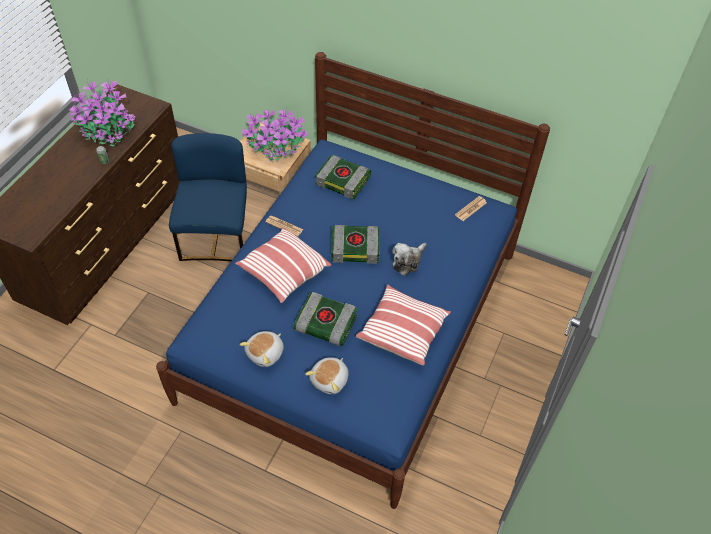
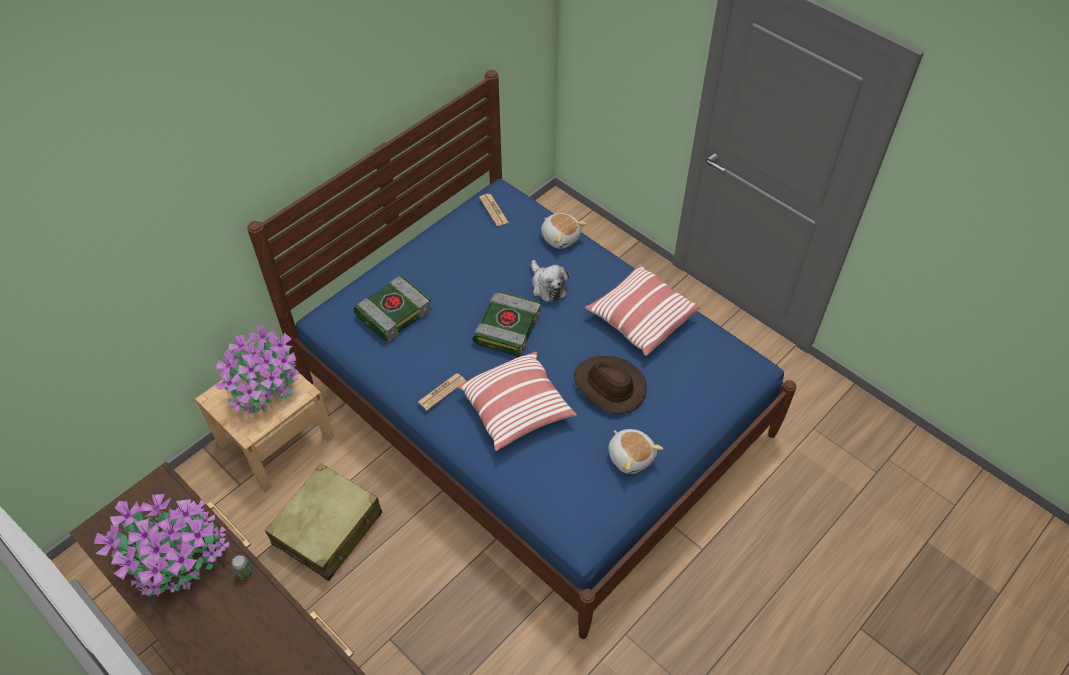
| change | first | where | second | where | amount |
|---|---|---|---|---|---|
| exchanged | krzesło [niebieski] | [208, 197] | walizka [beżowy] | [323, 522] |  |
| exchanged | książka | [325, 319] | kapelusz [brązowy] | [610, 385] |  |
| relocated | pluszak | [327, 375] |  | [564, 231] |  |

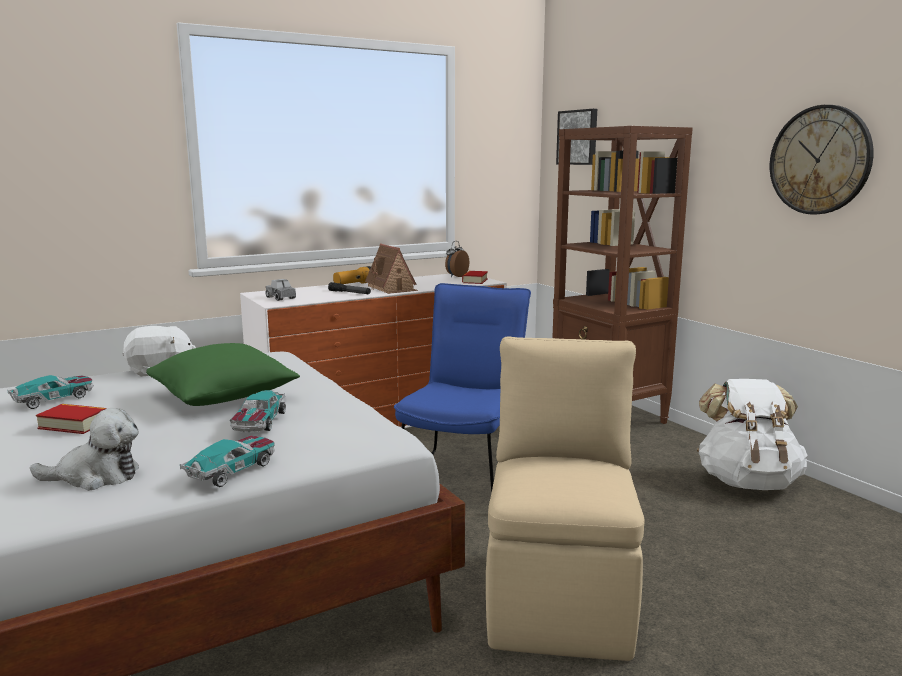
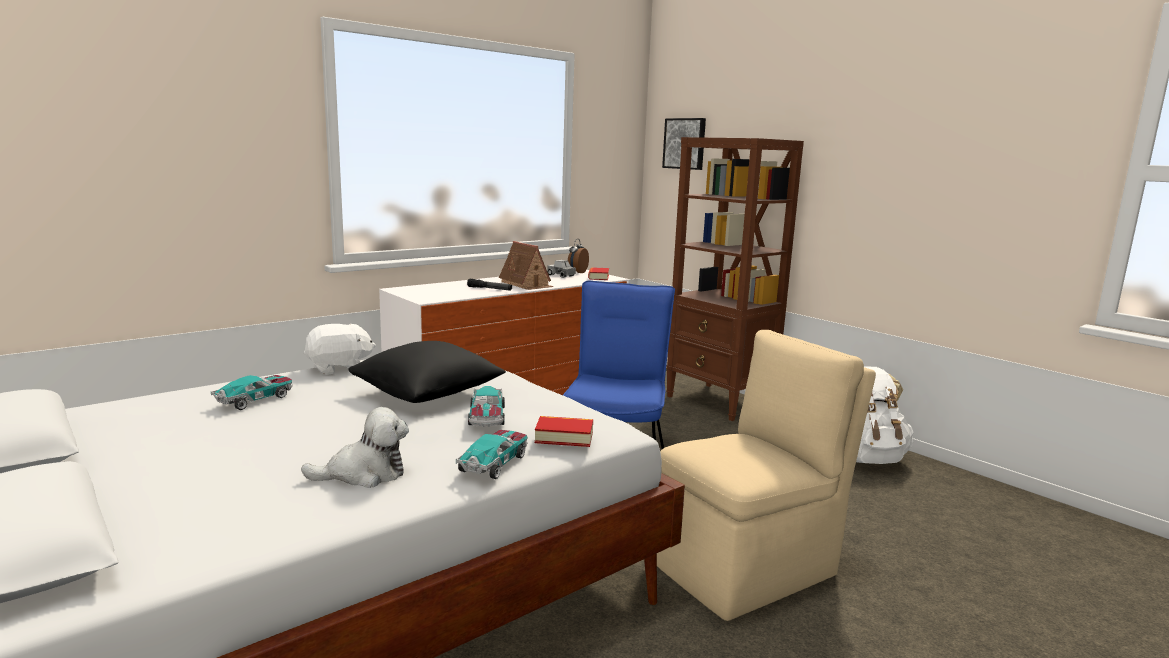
| change | first | where | second | where | amount |
|---|---|---|---|---|---|
| relocated | książka | [71, 419] |  | [564, 431] |  |
| colour | poduszka [zielony] | [223, 374] | poduszka [czarny] | [427, 372] |  |
| relocated | ciężarówka zabawkowa | [280, 290] |  | [561, 269] |  |
| missing | latarka | [352, 275] |  |  |  |
| spun | krzesło [beżowy] | [565, 499] |  | [766, 475] | 60 degrees clockwise |
| missing | zegar ścienny | [822, 159] |  |  |  |

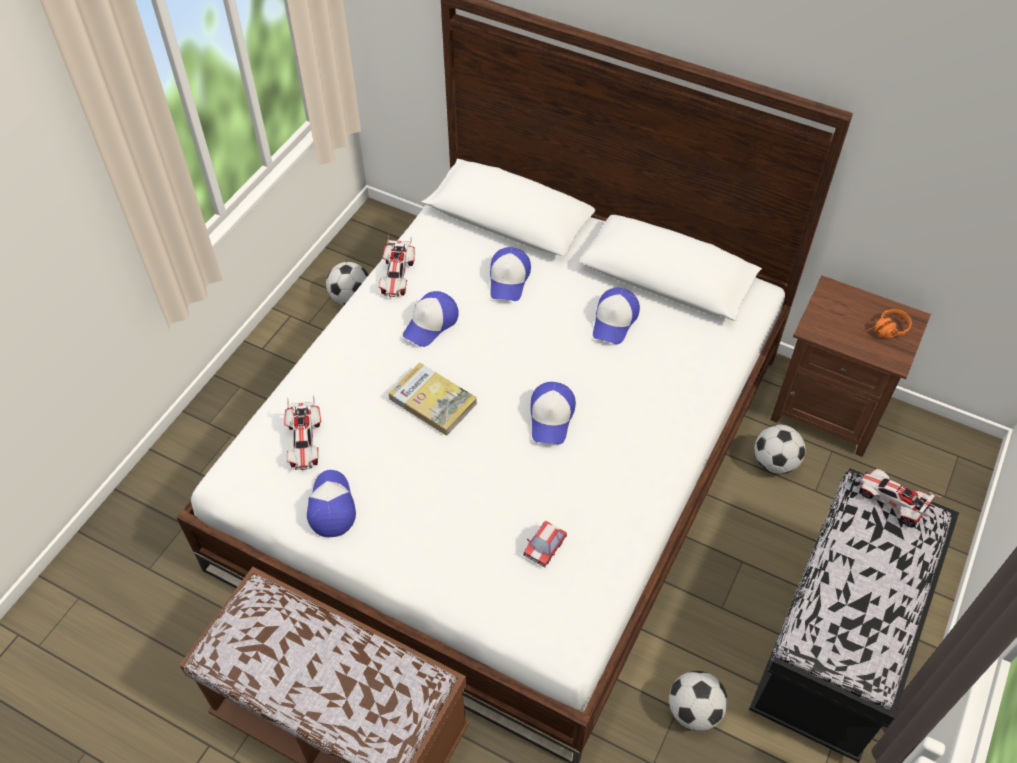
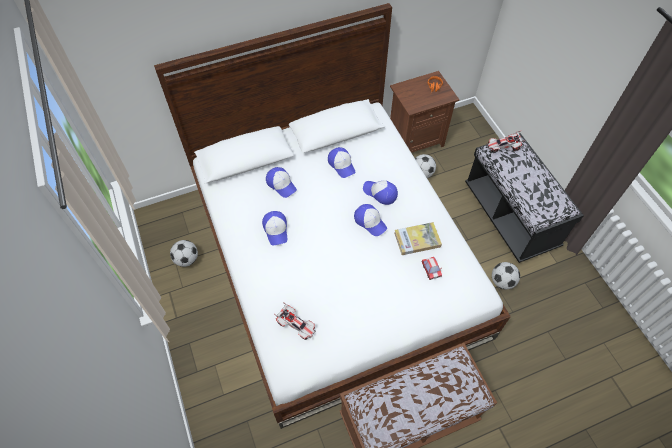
| change | first | where | second | where | amount |
|---|---|---|---|---|---|
| relocated | czapka z daszkiem | [331, 503] |  | [380, 192] |  |
| missing | samochodzik | [397, 266] |  |  |  |
| relocated | książka | [433, 399] |  | [418, 238] |  |

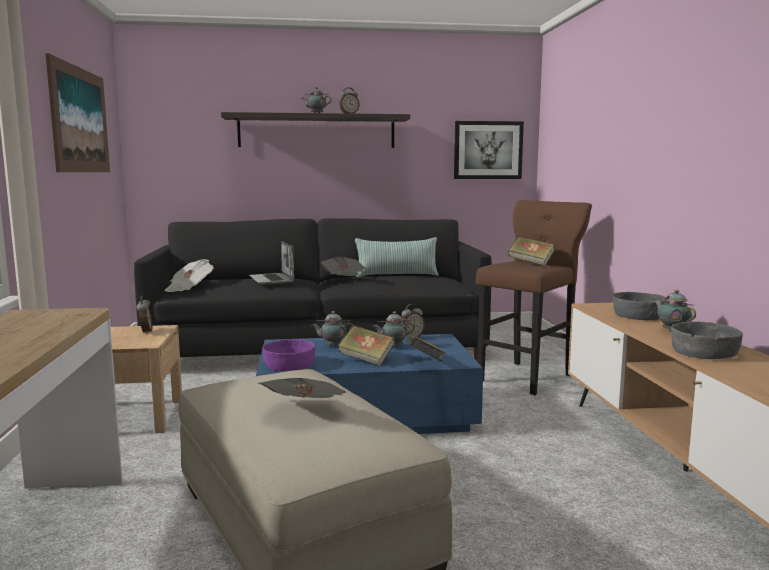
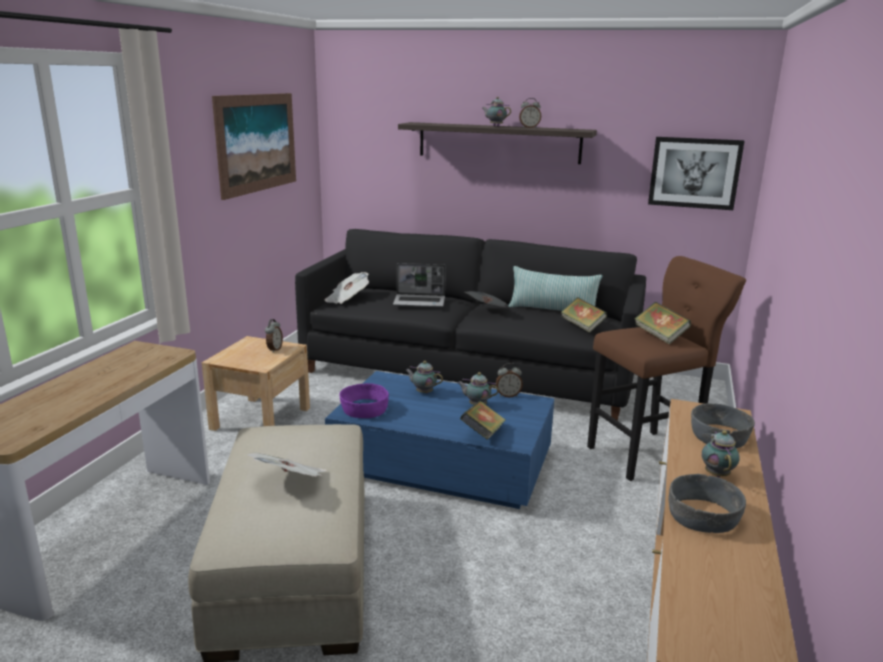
| change | first | where | second | where | amount |
|---|---|---|---|---|---|
| spun | laptop | [271, 263] |  | [419, 285] | 90 degrees counterclockwise |
| relocated | książka | [366, 345] |  | [584, 315] |  |

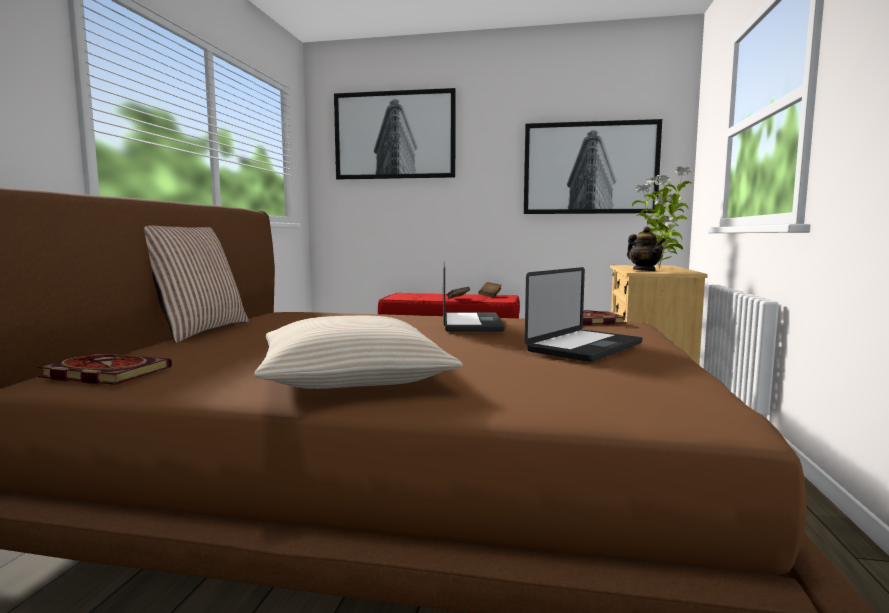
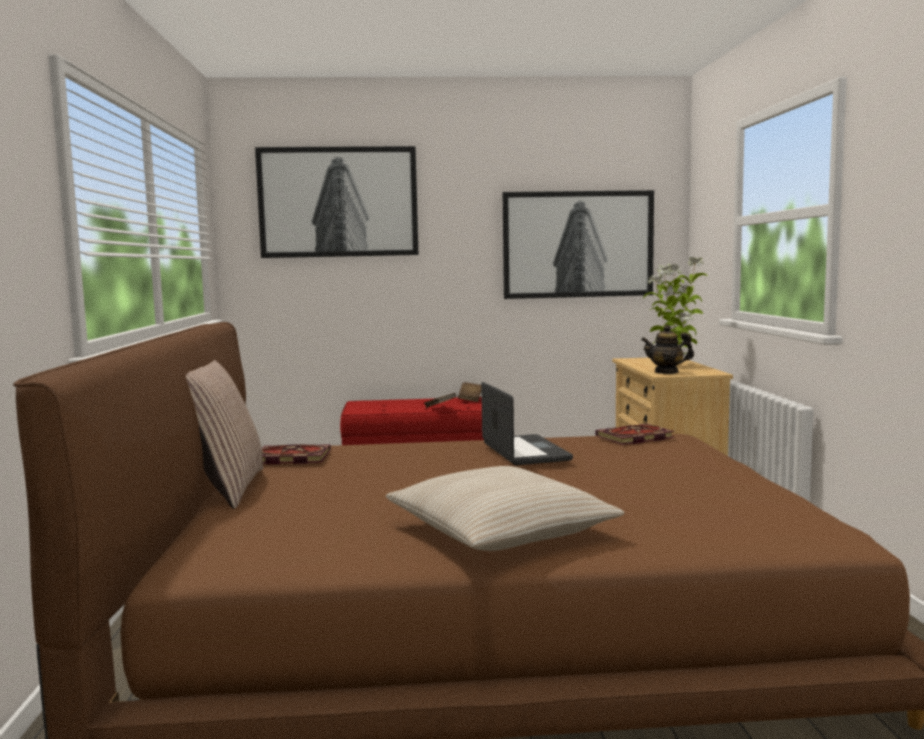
| change | first | where | second | where | amount |
|---|---|---|---|---|---|
| relocated | książka | [104, 369] |  | [296, 454] |  |
| missing | laptop | [583, 314] |  |  |  |
| spun | imbryk | [646, 248] |  | [667, 349] | 135 degrees clockwise |

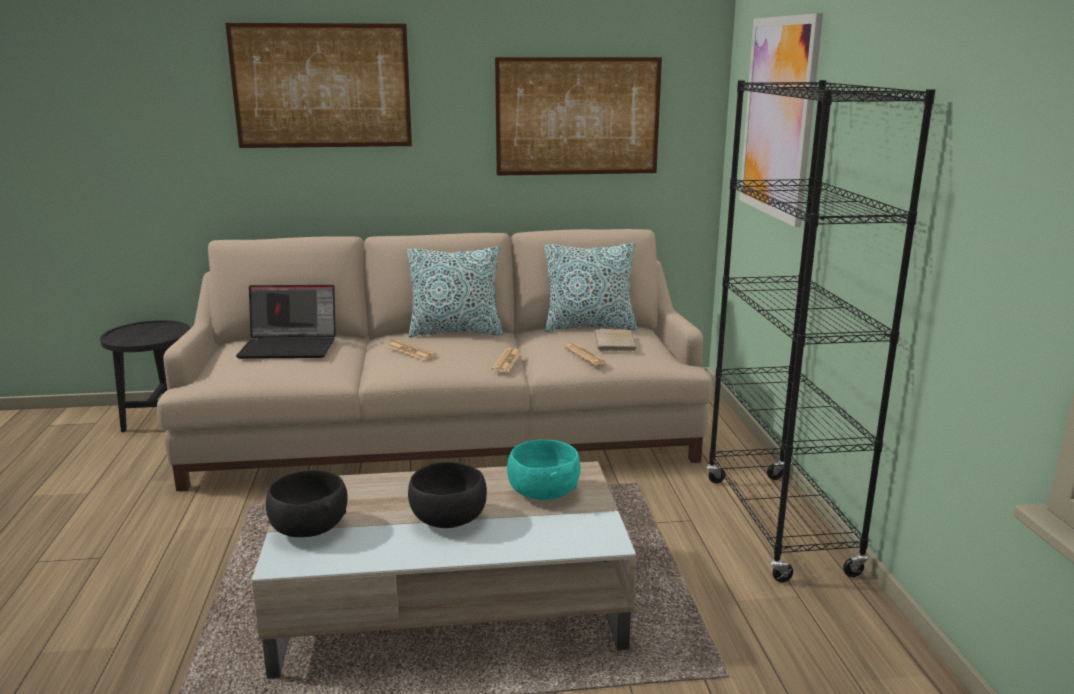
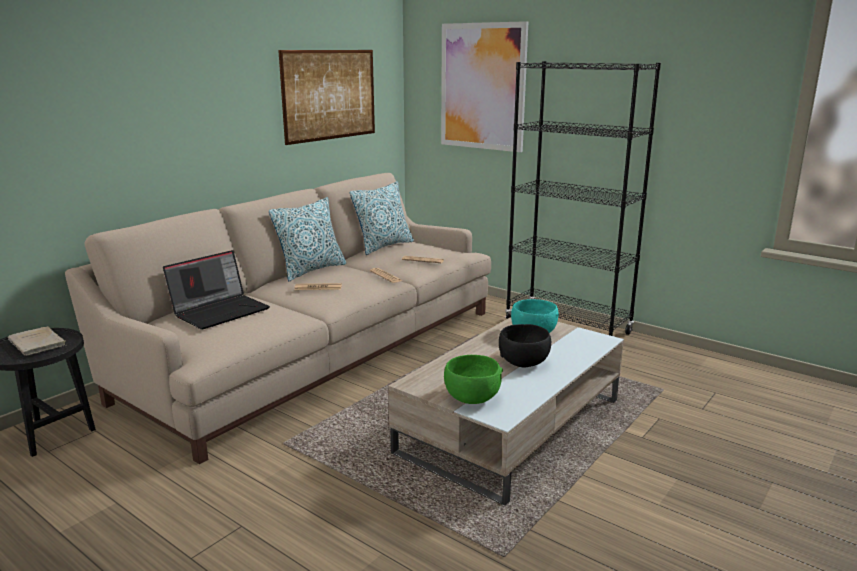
| change | first | where | second | where | amount |
|---|---|---|---|---|---|
| missing | obraz | [318, 85] |  |  |  |
| colour | miska [czarny] | [307, 503] | miska [zielony] | [473, 379] |  |
| relocated | książka [beżowy] | [615, 340] |  | [36, 341] |  |

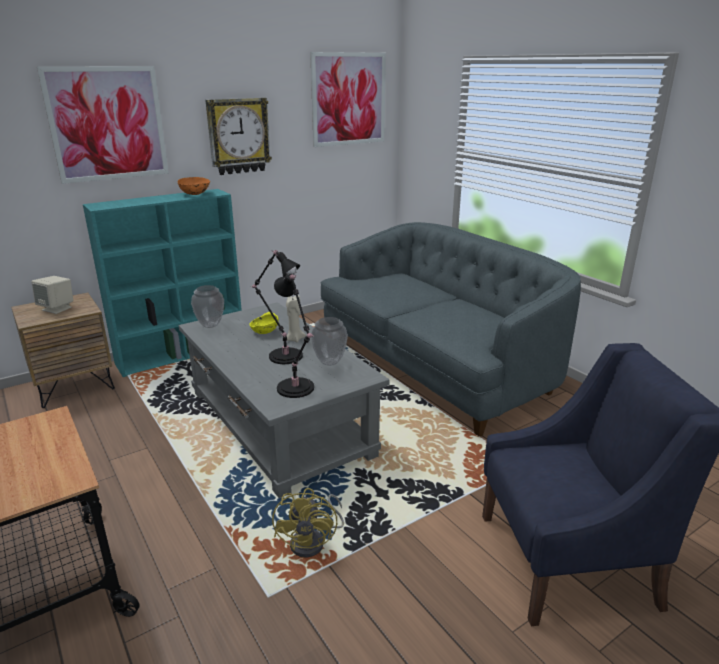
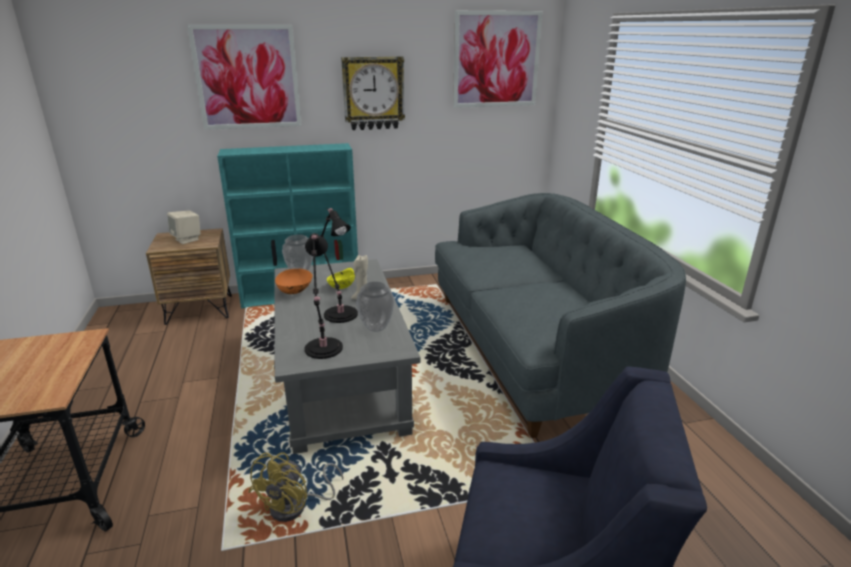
| change | first | where | second | where | amount |
|---|---|---|---|---|---|
| relocated | miska [pomarańczowy] | [193, 186] |  | [294, 281] |  |

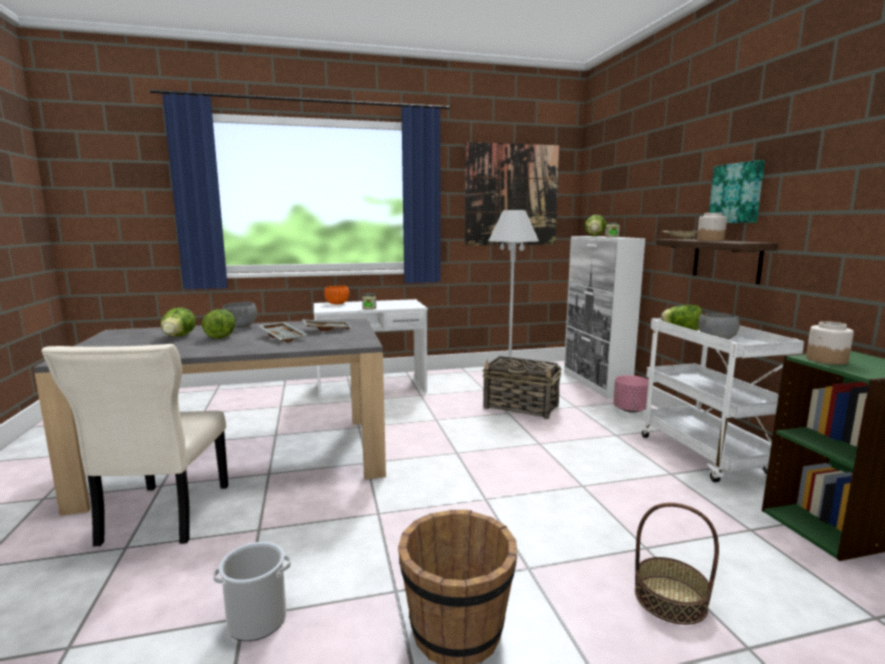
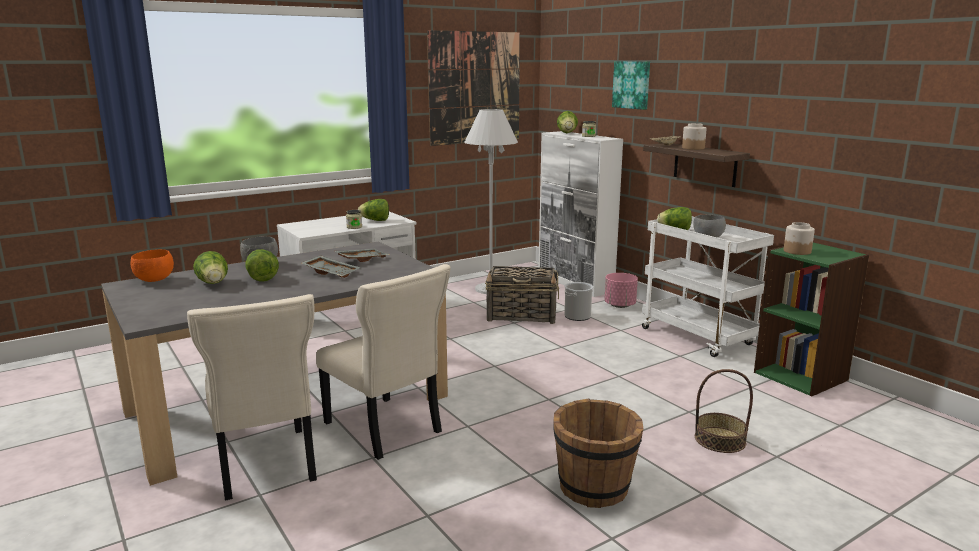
| change | first | where | second | where | amount |
|---|---|---|---|---|---|
| relocated | wiadro | [252, 591] |  | [578, 301] |  |
| relocated | miska [pomarańczowy] | [336, 295] |  | [152, 265] |  |
| relocated | obraz | [737, 191] |  | [631, 85] |  |
| appeared |  |  | krzesło [beżowy] | [383, 362] |  |
| appeared |  |  | sałata | [373, 210] |  |

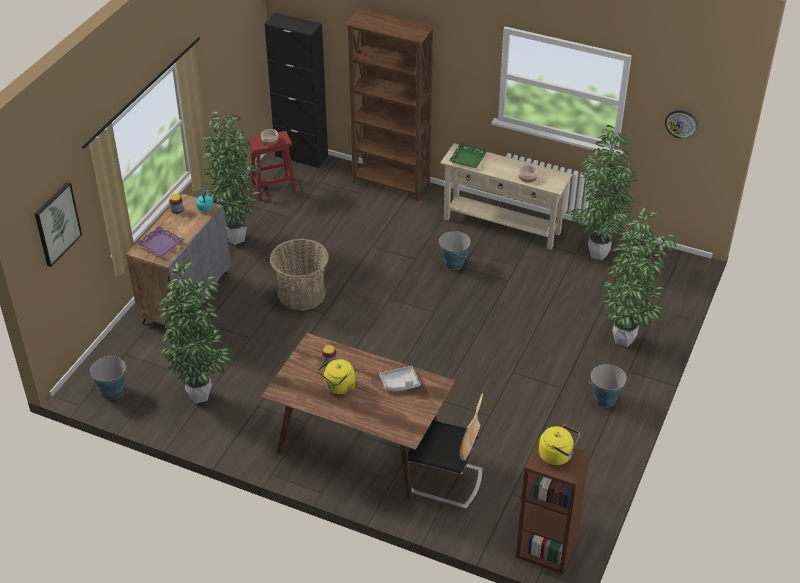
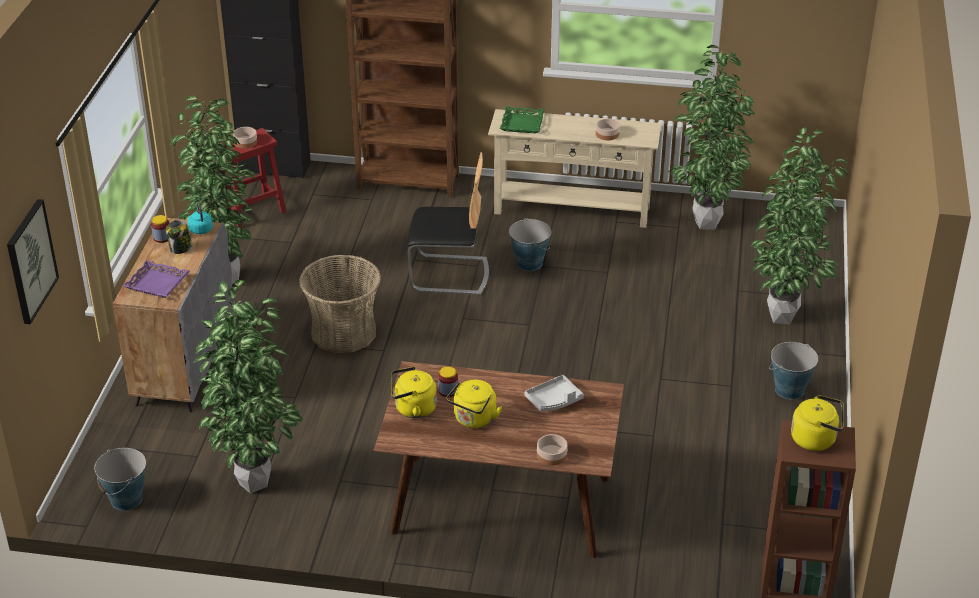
| change | first | where | second | where | amount |
|---|---|---|---|---|---|
| relocated | krzesło | [445, 451] |  | [448, 223] |  |
| missing | zegar ścienny | [681, 124] |  |  |  |
| appeared |  |  | słoik | [179, 237] |  |
| appeared |  |  | czajnik [żółty] | [414, 392] |  |
| appeared |  |  | miska | [552, 450] |  |

